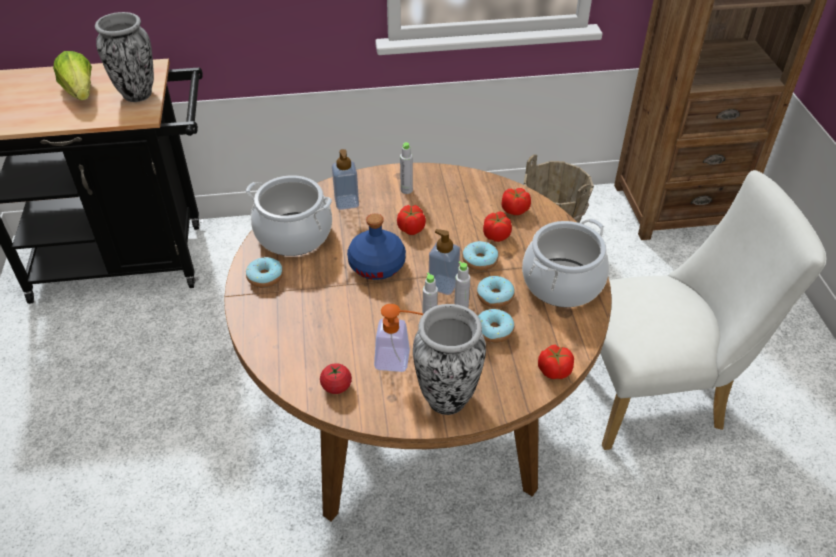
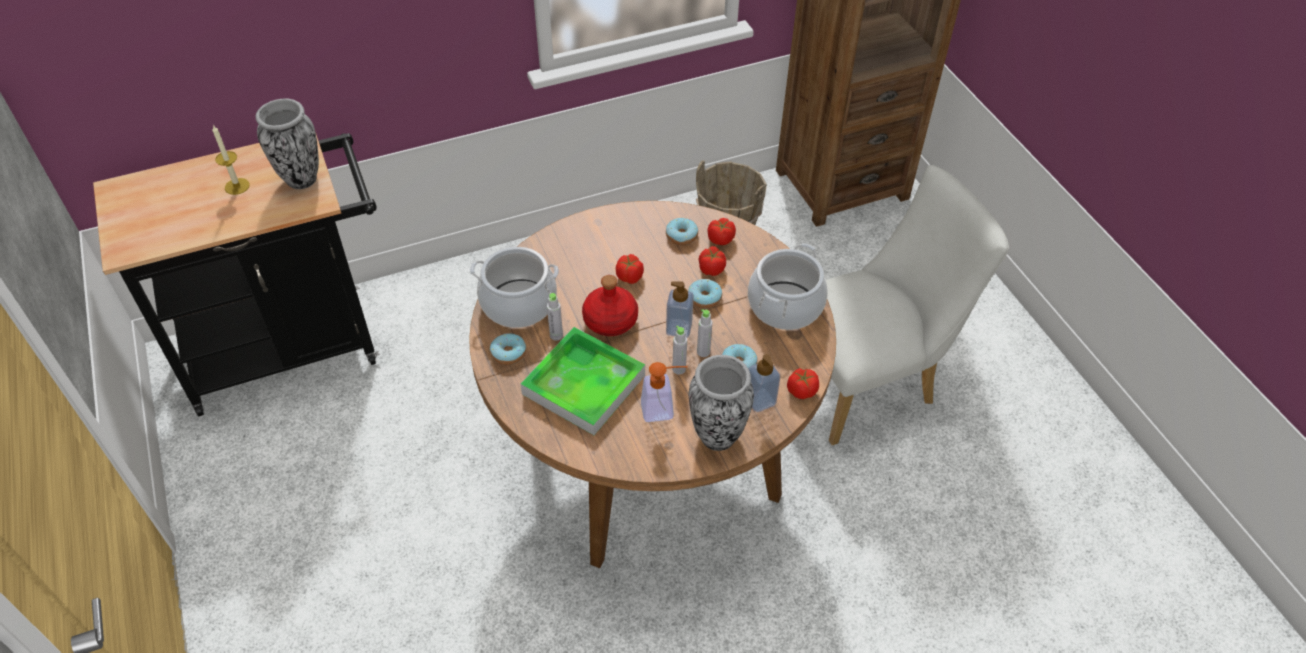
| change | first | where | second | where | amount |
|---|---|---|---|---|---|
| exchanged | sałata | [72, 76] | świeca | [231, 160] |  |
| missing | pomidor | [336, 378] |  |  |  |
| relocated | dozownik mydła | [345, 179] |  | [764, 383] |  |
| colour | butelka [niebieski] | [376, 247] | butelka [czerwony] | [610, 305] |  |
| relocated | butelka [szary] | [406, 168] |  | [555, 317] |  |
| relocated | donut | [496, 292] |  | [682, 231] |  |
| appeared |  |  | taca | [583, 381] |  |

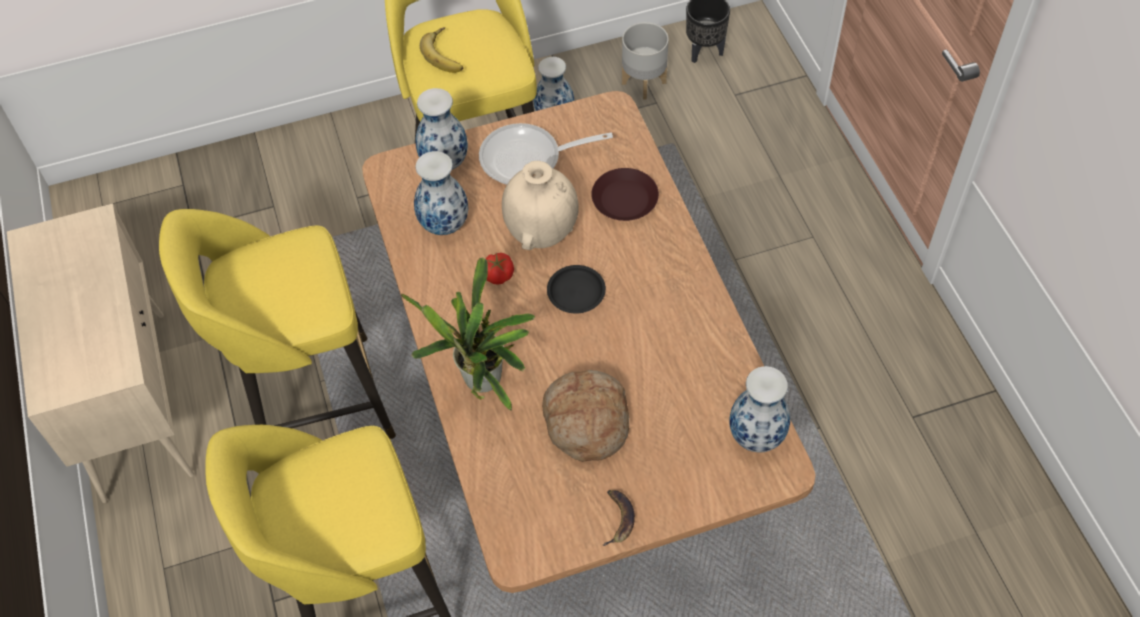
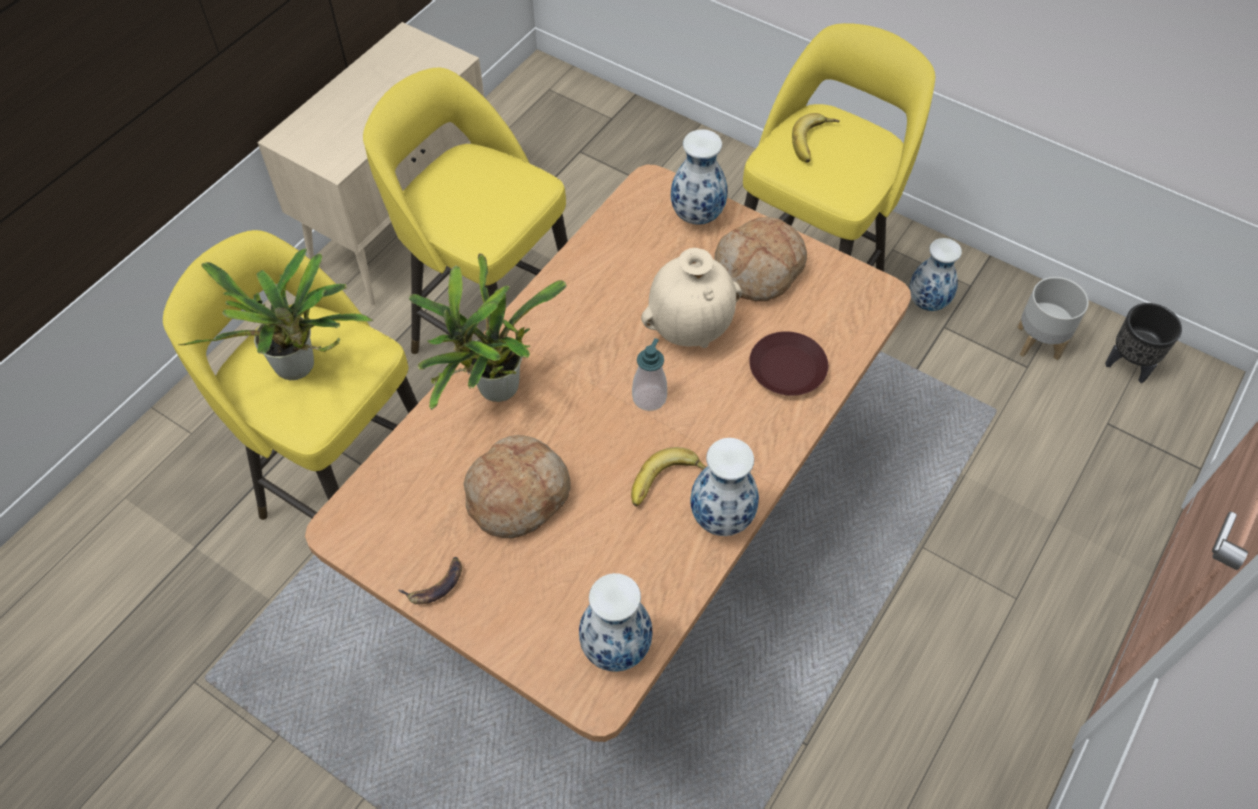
| change | first | where | second | where | amount |
|---|---|---|---|---|---|
| relocated | wazon | [441, 193] |  | [724, 487] |  |
| exchanged | patelnia | [546, 154] | chleb | [760, 259] |  |
| missing | pomidor | [500, 268] |  |  |  |
| exchanged | talerz [czarny] | [576, 289] | dozownik mydła | [649, 374] |  |
| appeared |  |  | roślina doniczkowa | [275, 314] |  |
| appeared |  |  | banan | [668, 477] |  |

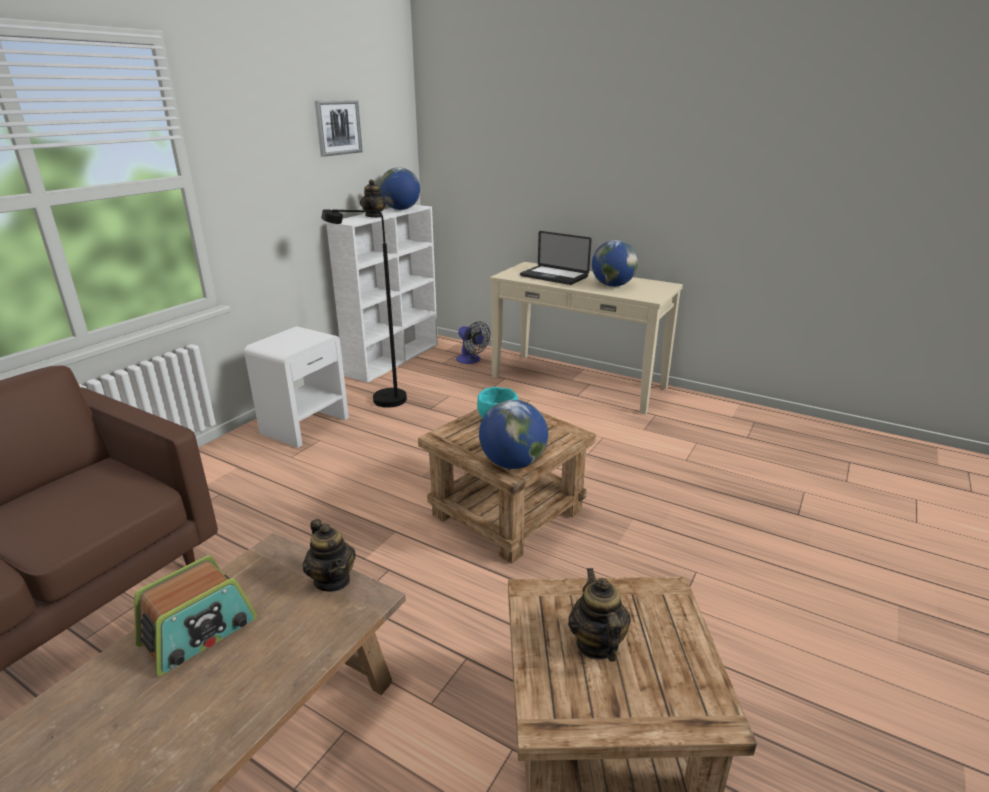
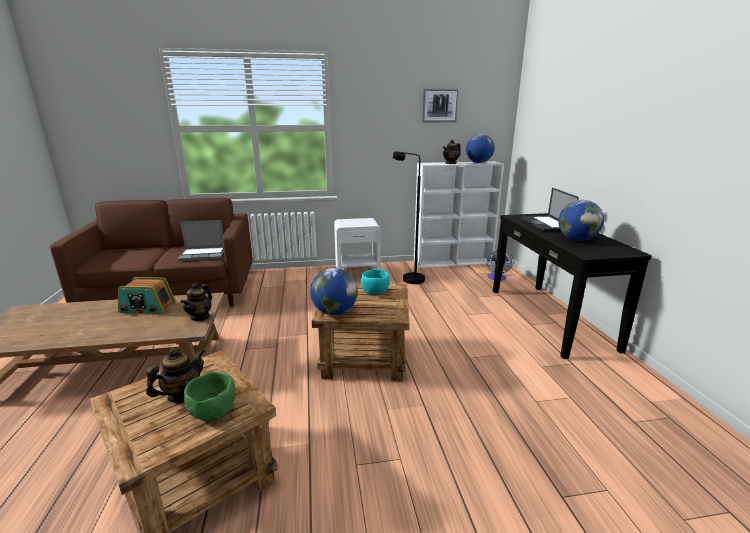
| change | first | where | second | where | amount |
|---|---|---|---|---|---|
| colour | stolik konsolowy [beżowy] | [586, 338] | stolik konsolowy [czarny] | [572, 286] |  |
| appeared |  |  | laptop | [201, 240] |  |
| appeared |  |  | miska [zielony] | [210, 397] |  |

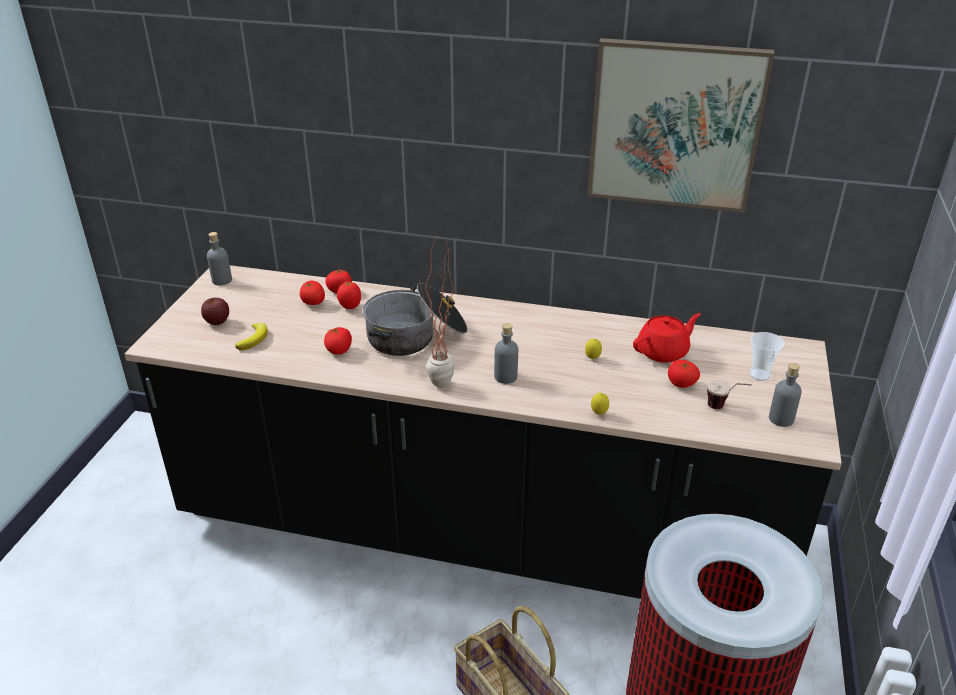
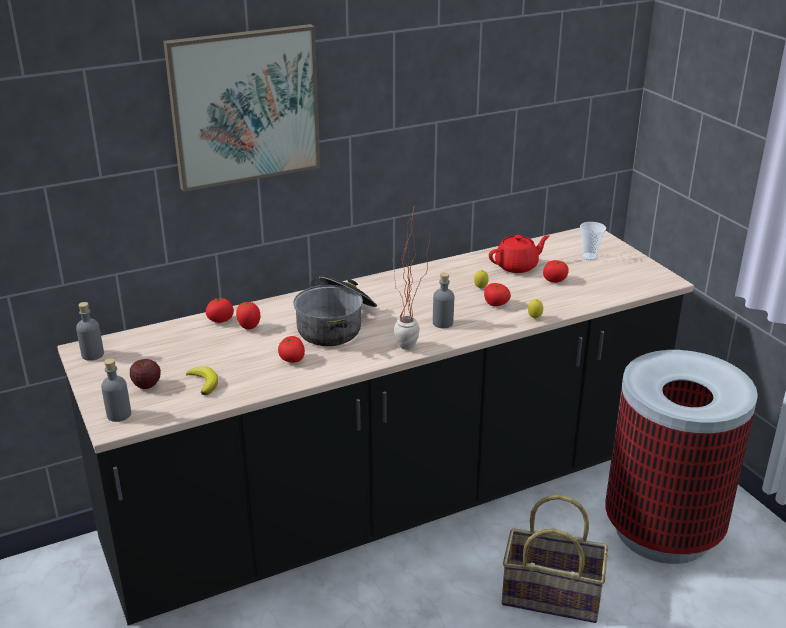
| change | first | where | second | where | amount |
|---|---|---|---|---|---|
| relocated | pomidor | [312, 293] |  | [497, 294] |  |
| relocated | obraz | [681, 125] |  | [241, 108] |  |
| spun | imbryk [czerwony] | [667, 338] |  | [519, 254] | 45 degrees clockwise |
| missing | filiżanka | [729, 394] |  |  |  |
| relocated | butelka [szary] | [785, 395] |  | [116, 390] |  |

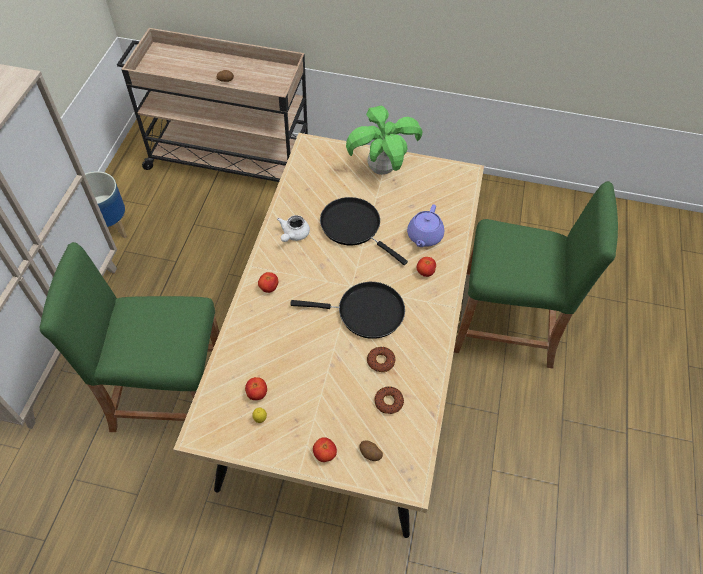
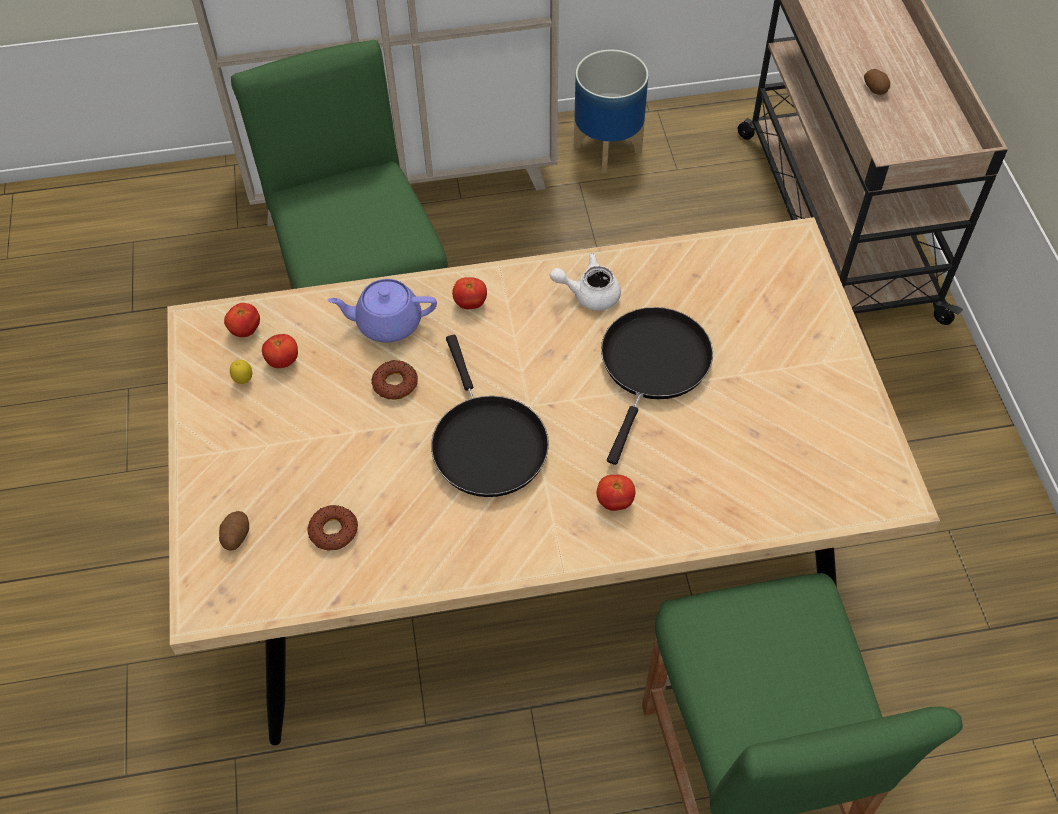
| change | first | where | second | where | amount |
|---|---|---|---|---|---|
| relocated | pomidor | [325, 449] |  | [242, 320] |  |
| missing | roślina doniczkowa | [384, 140] |  |  |  |
| relocated | donut | [381, 359] |  | [394, 380] |  |
| relocated | imbryk [fioletowy] | [425, 225] |  | [382, 311] |  |

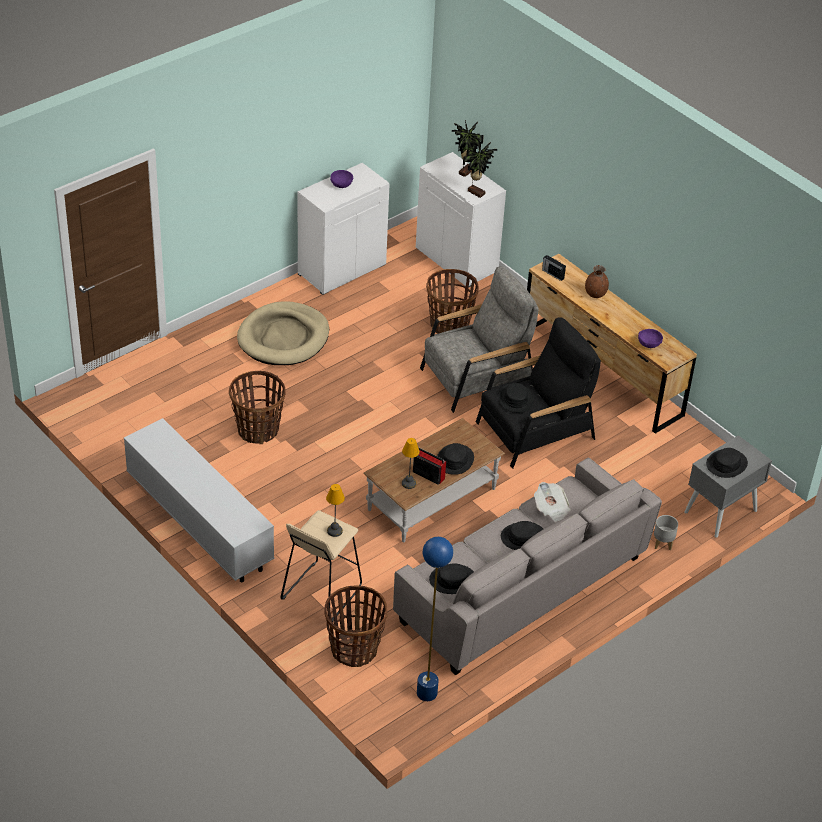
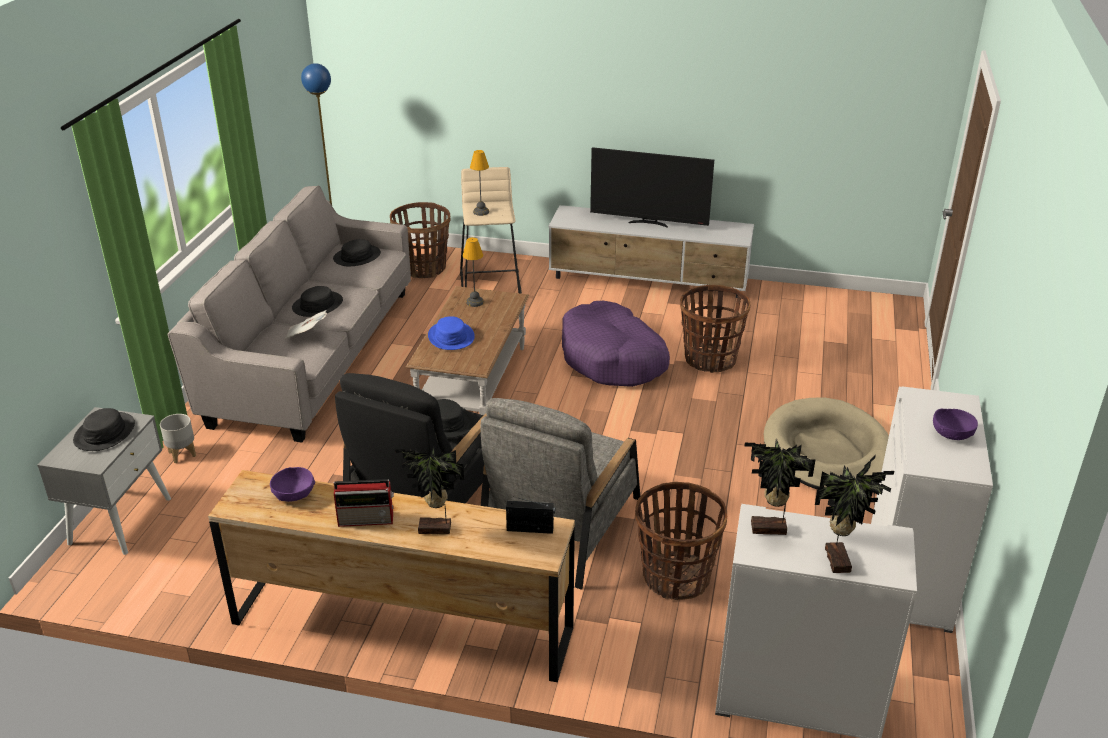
| change | first | where | second | where | amount |
|---|---|---|---|---|---|
| relocated | radio | [429, 466] |  | [364, 503] |  |
| colour | kapelusz [czarny] | [455, 459] | kapelusz [niebieski] | [451, 333] |  |
| exchanged | wazon [brązowy] | [597, 281] | roślina doniczkowa | [429, 491] |  |
| appeared |  |  | legowisko [fioletowy] | [616, 344] |  |
| appeared |  |  | telewizor | [652, 187] |  |

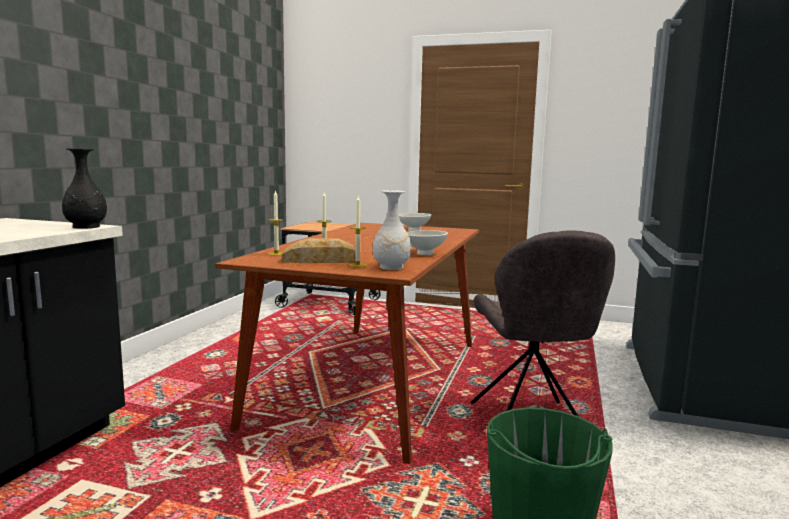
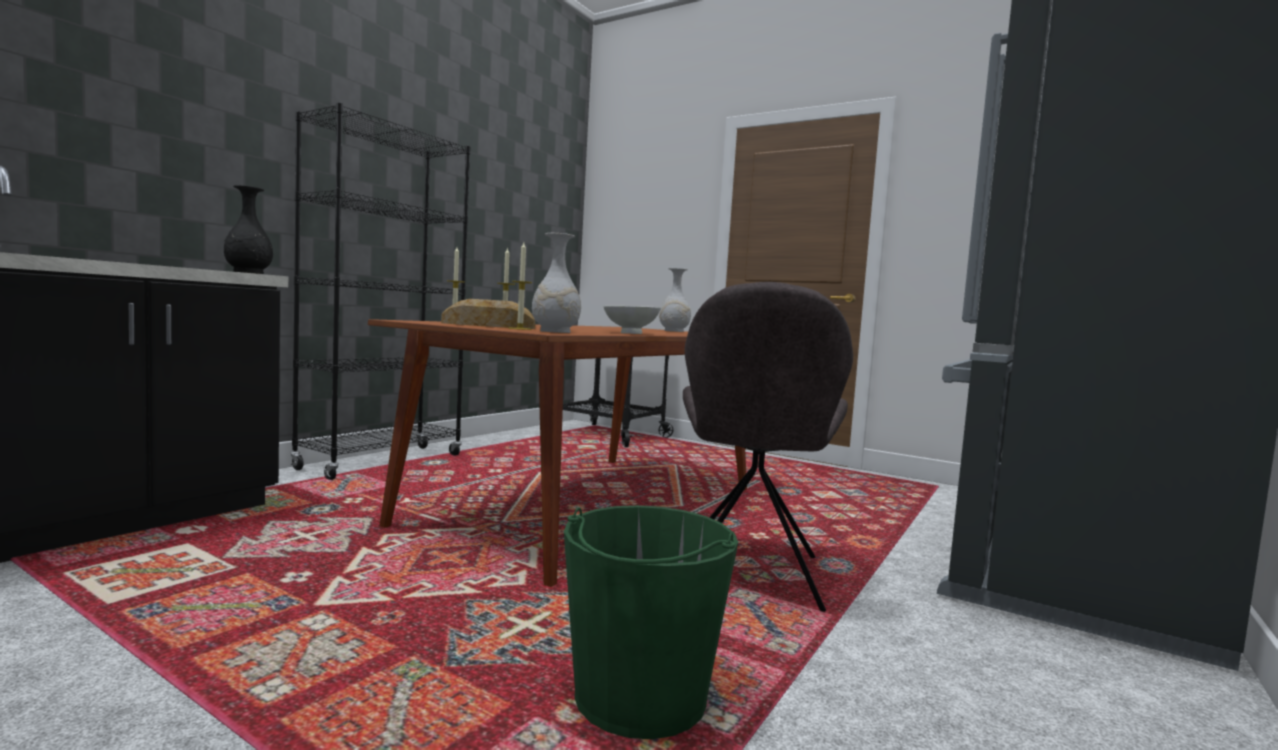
| change | first | where | second | where | amount |
|---|---|---|---|---|---|
| exchanged | miska [biały] | [415, 222] | wazon [biały] | [675, 300] |  |
| appeared |  |  | regał [czarny] | [380, 291] |  |

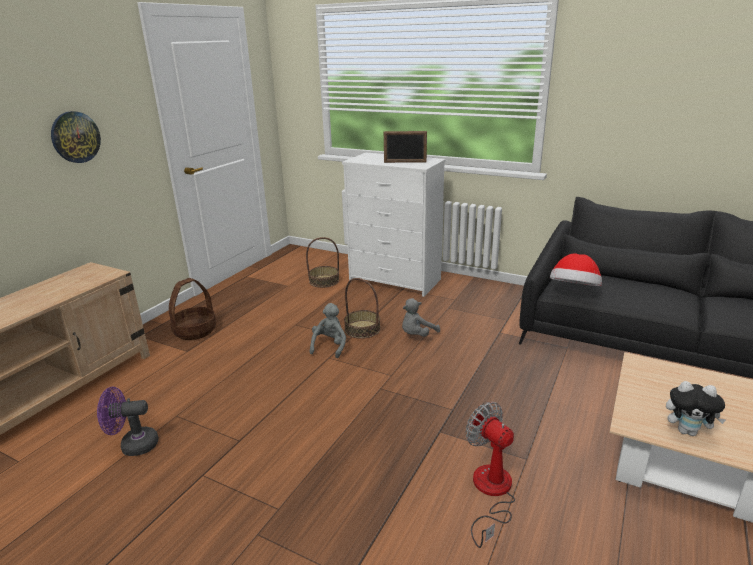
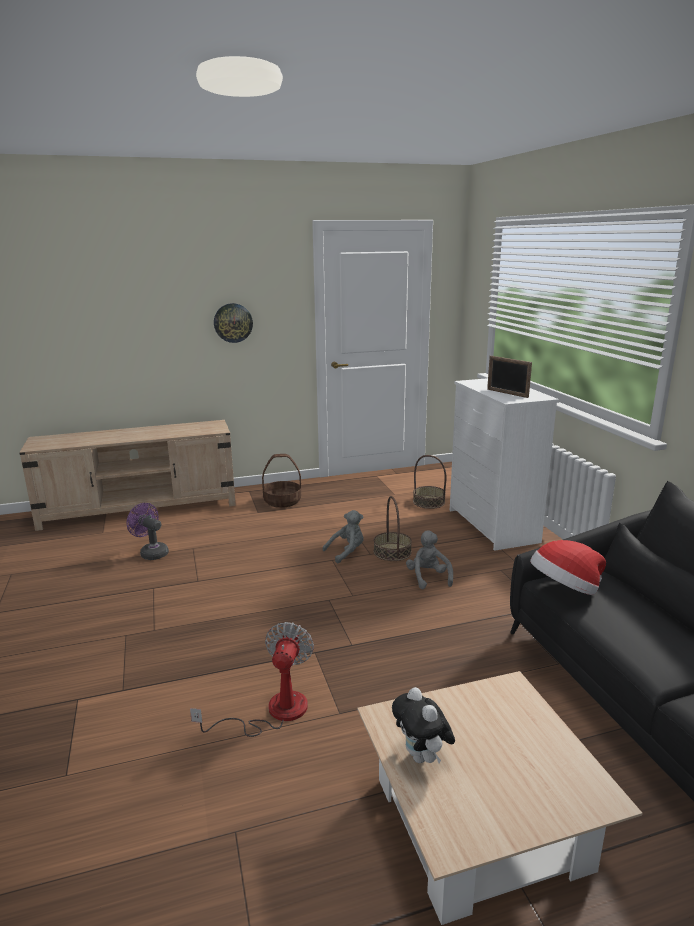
| change | first | where | second | where | amount |
|---|---|---|---|---|---|
| spun | pluszak [szary] | [421, 317] |  | [429, 559] | 75 degrees clockwise |

